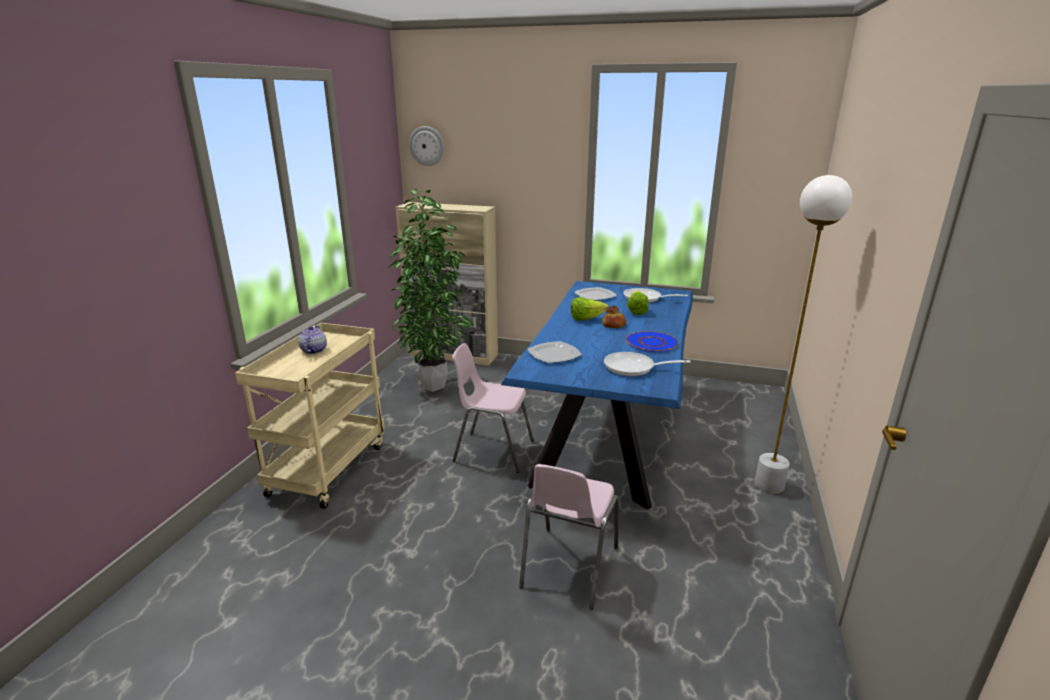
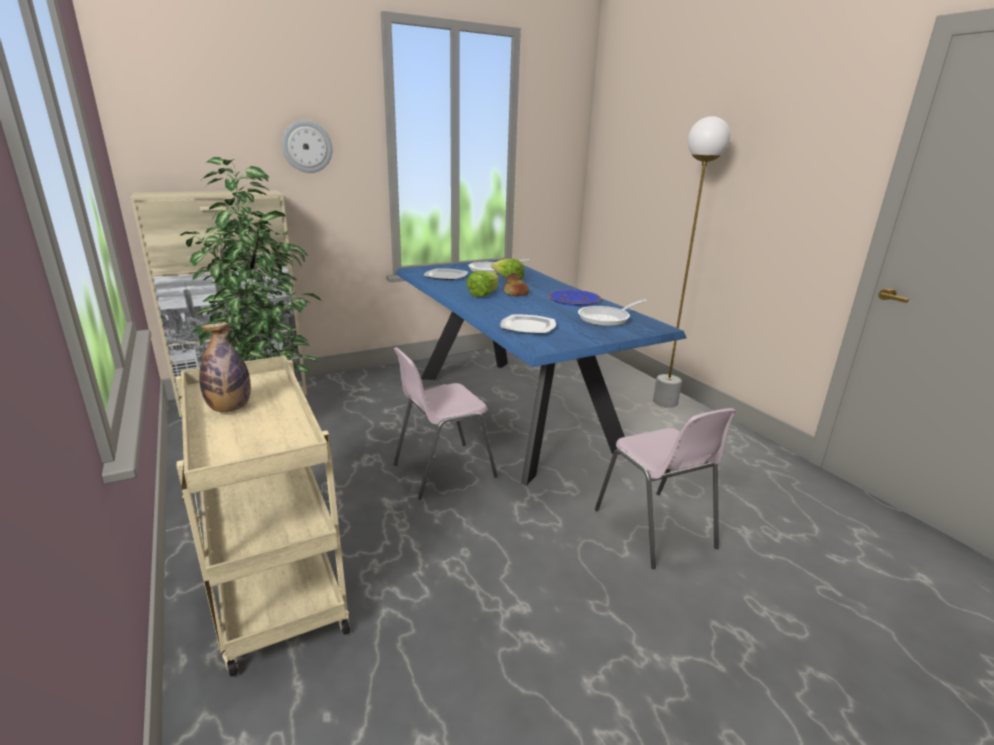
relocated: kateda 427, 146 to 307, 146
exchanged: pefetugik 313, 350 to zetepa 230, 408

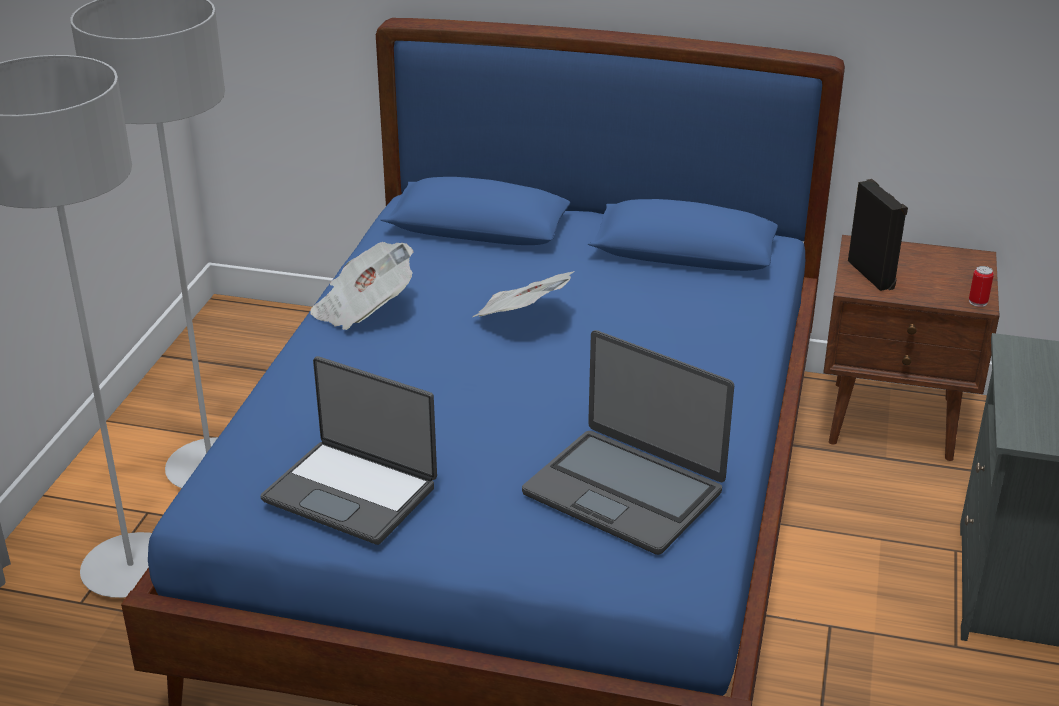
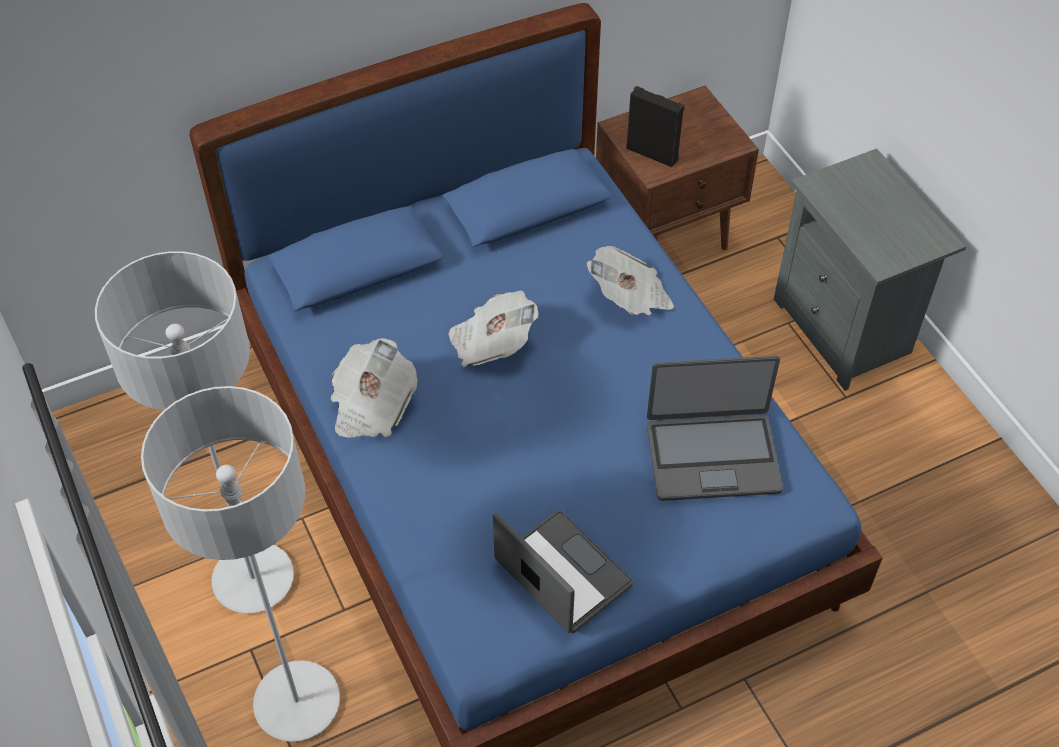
missing: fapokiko 978, 302
appeared: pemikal 630, 298
spun: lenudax 352, 492 = 561, 575 120 degrees counterclockwise

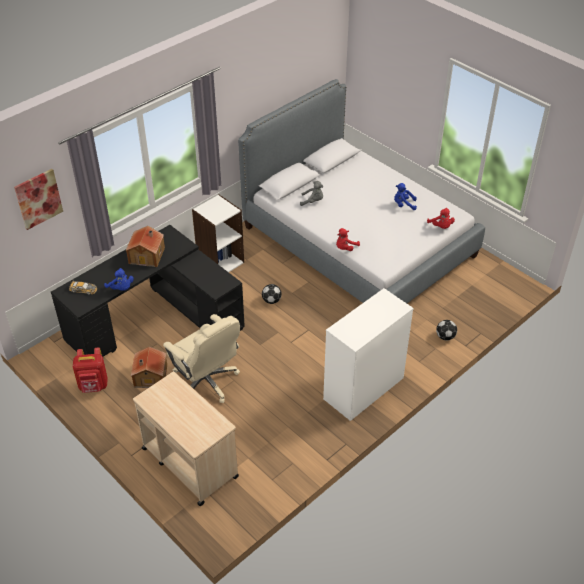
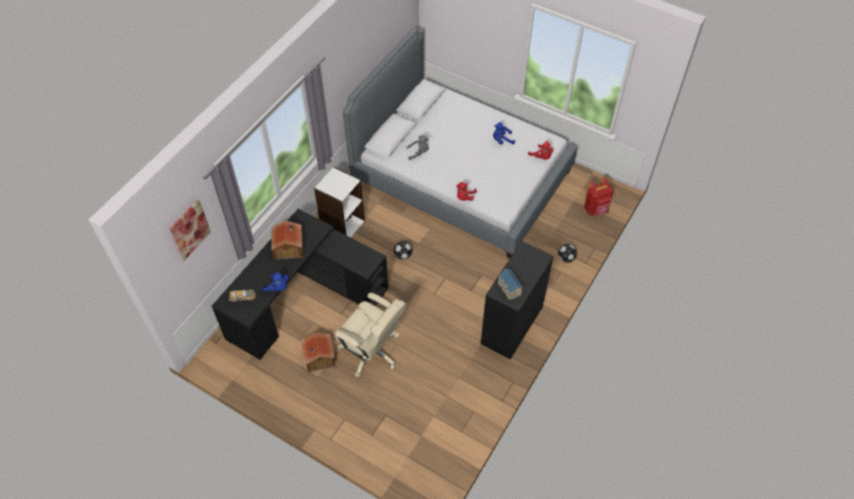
missing: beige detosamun 189, 462
appeared: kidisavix 508, 289
relocated: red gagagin 94, 386 to 596, 209
colour: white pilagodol 363, 388 to black pilagodol 511, 325

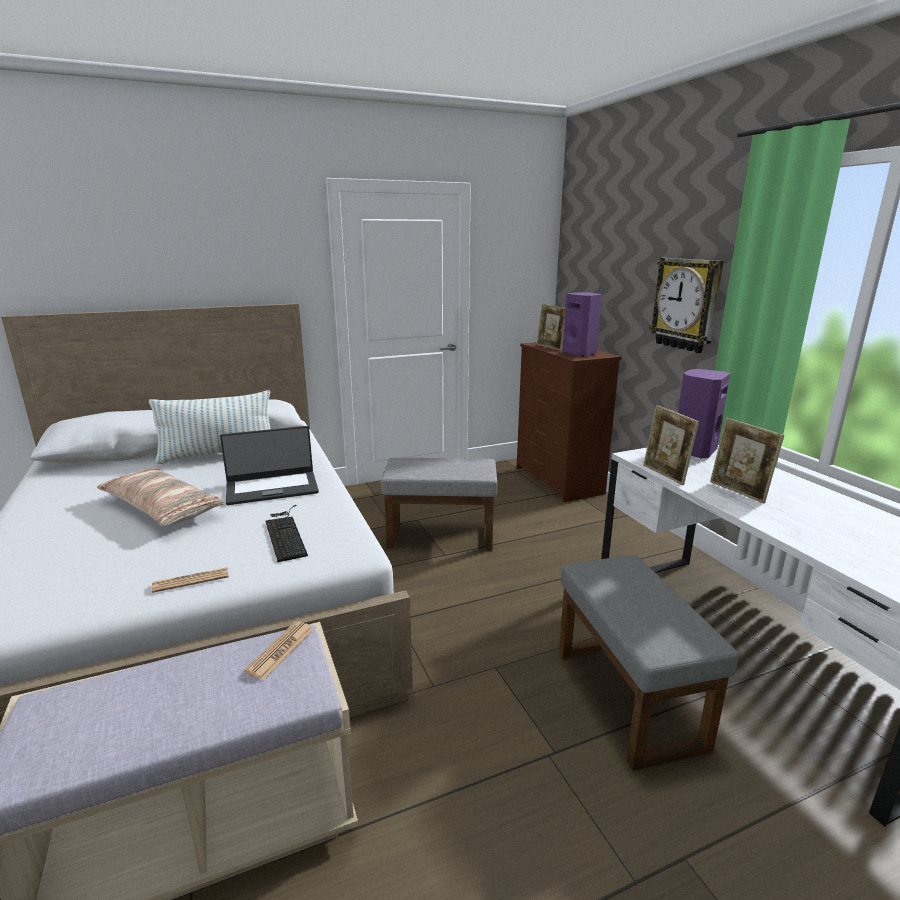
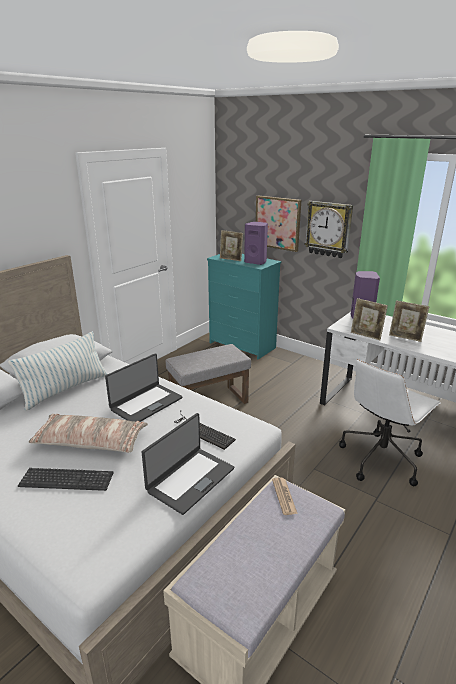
appeared: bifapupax 66, 480; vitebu 278, 223
exchanged: pemikal 191, 580 to lenudax 190, 479; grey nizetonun 625, 696 to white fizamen 381, 458
colour: brown pilagodol 558, 481 to turquoise pilagodol 242, 345

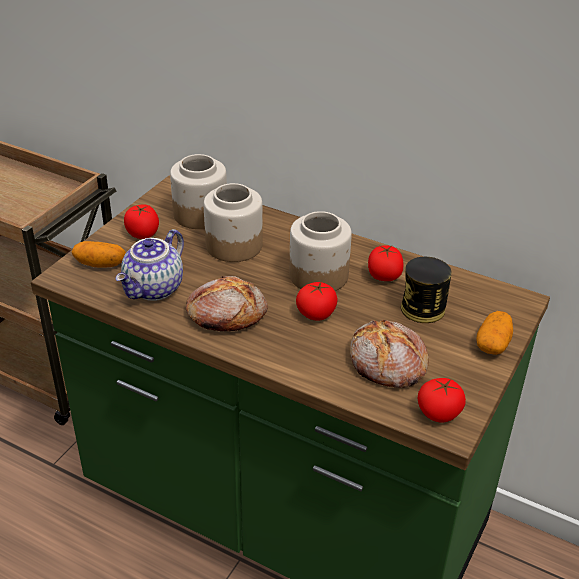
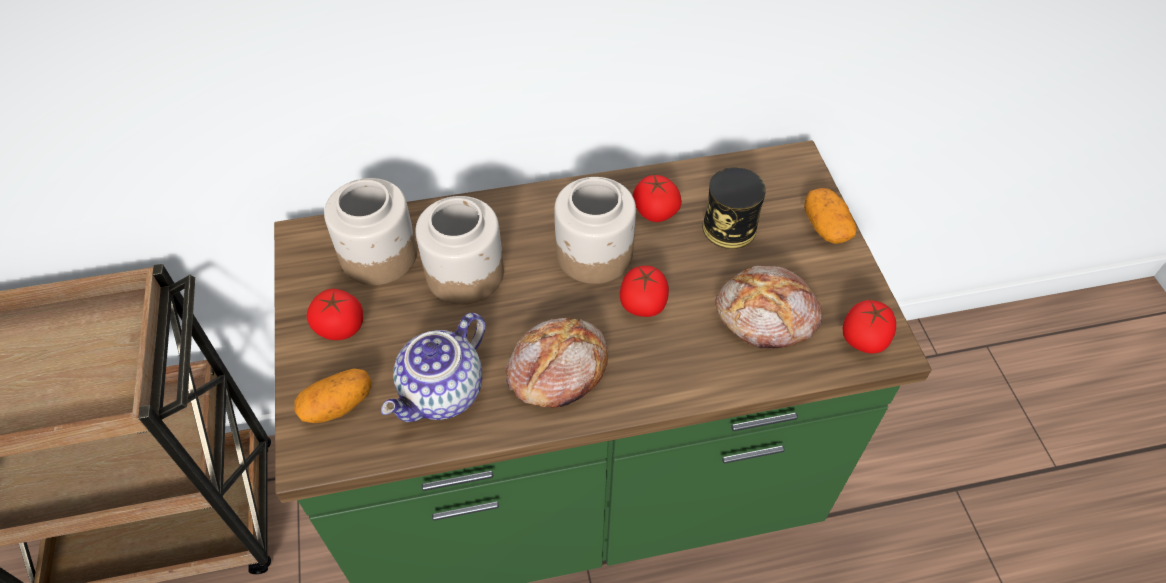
spun: pefetugik 155, 289 = 443, 394 45 degrees clockwise

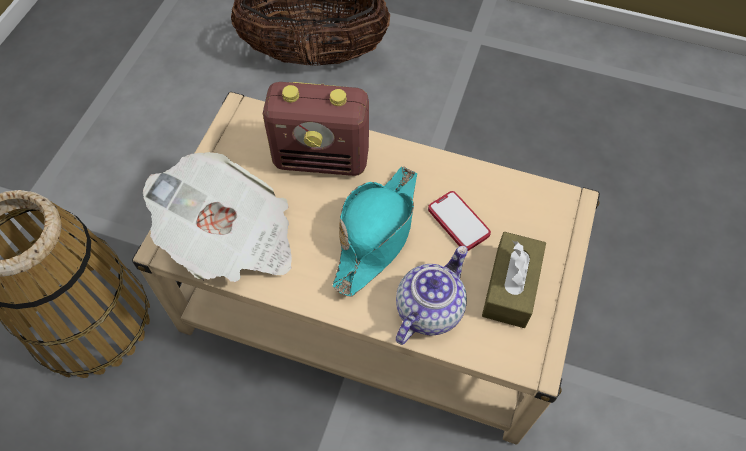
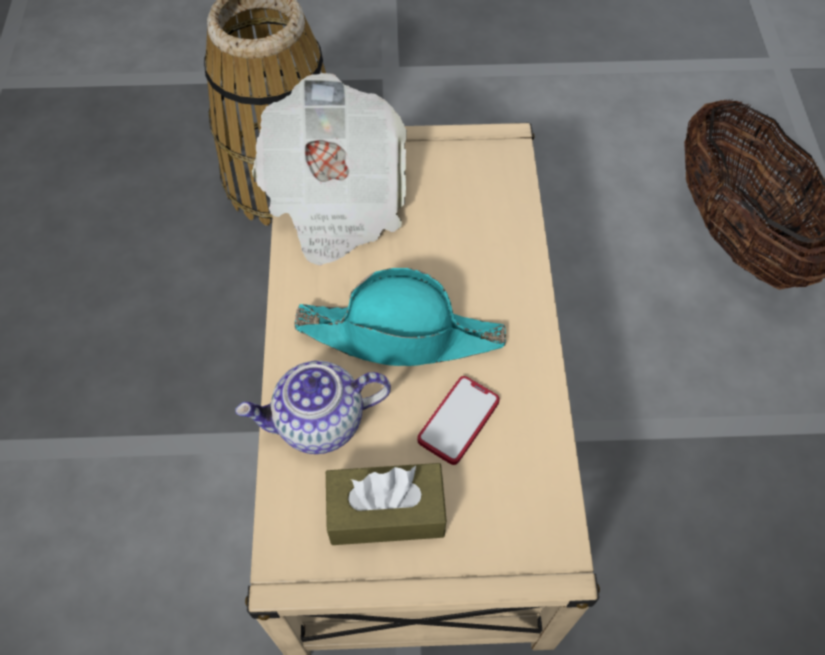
missing: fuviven 322, 158
spun: pefetugik 428, 309 = 319, 422 150 degrees clockwise

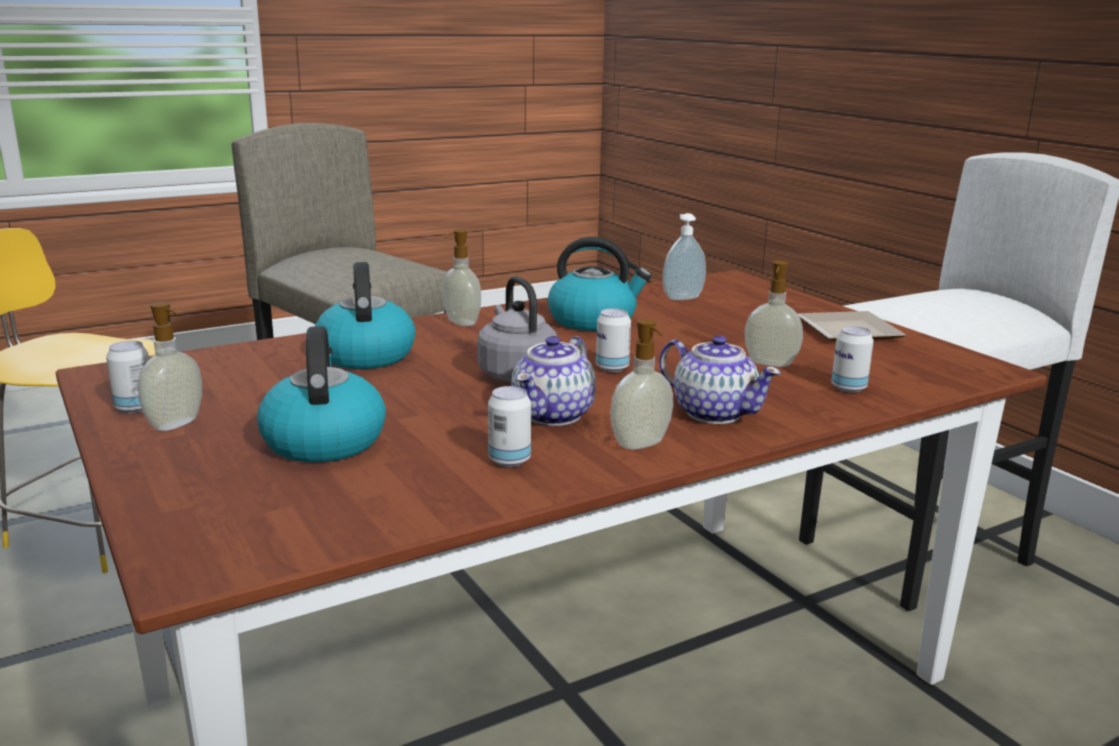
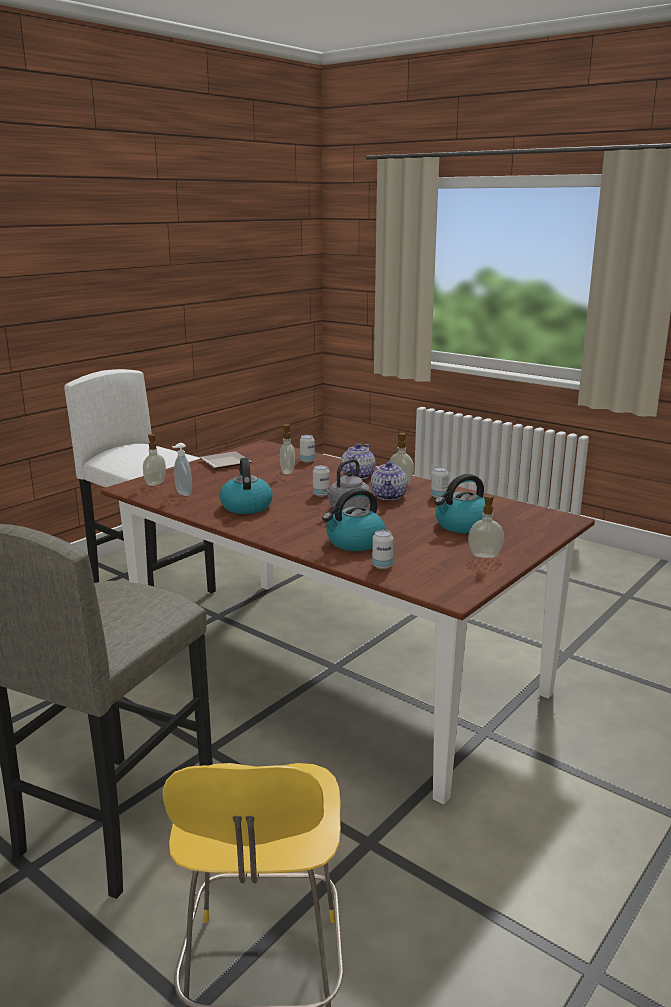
relocated: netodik 460, 323 to 156, 484; fapokiko 135, 408 to 382, 566
spun: pefetugik 553, 415 = 389, 496 90 degrees clockwise

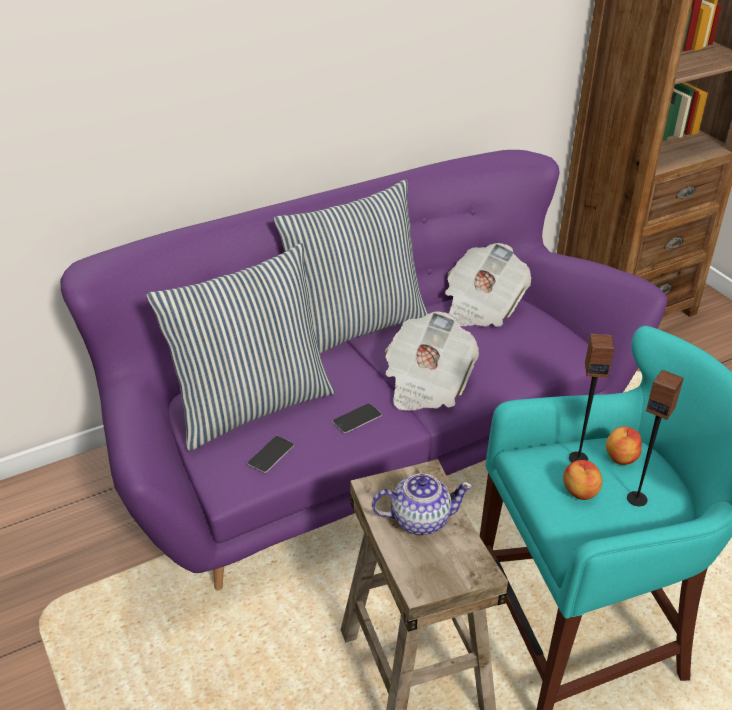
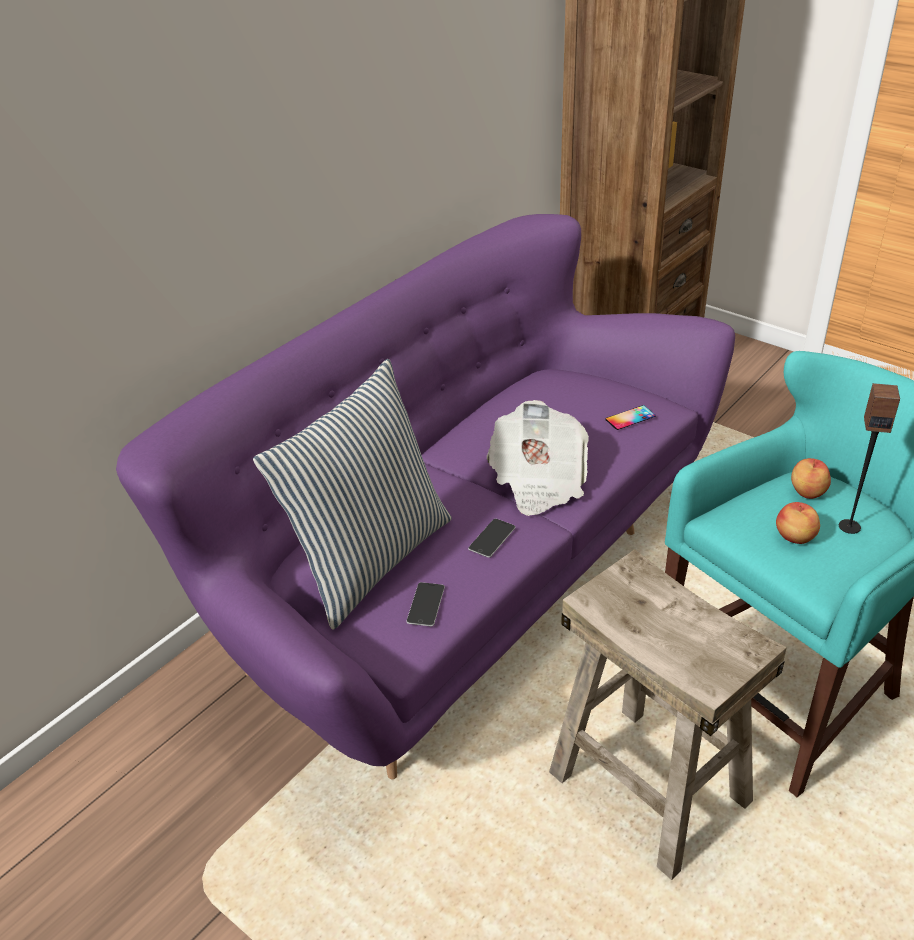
missing: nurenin 355, 326; pefetugik 419, 519; pemikal 482, 306; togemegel 578, 458
appeared: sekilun 630, 418

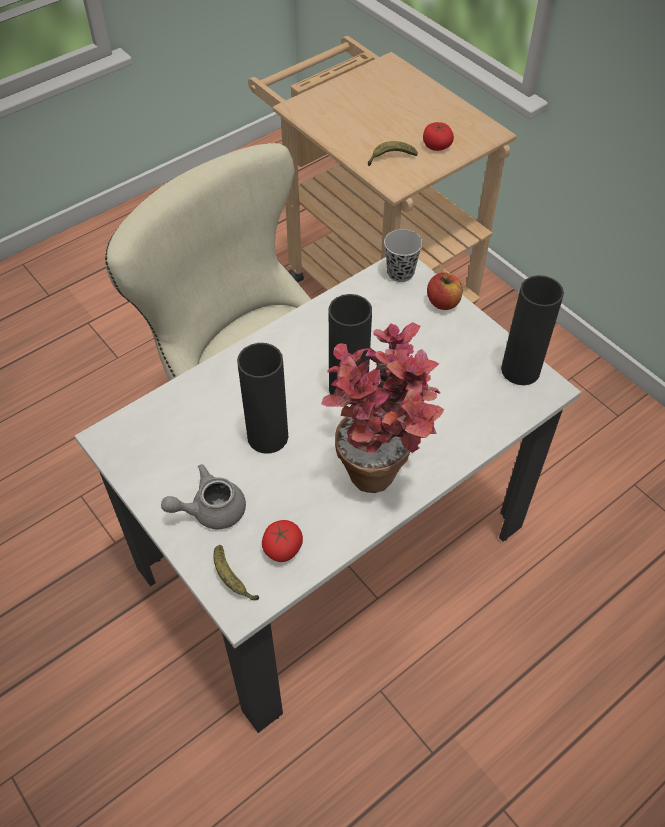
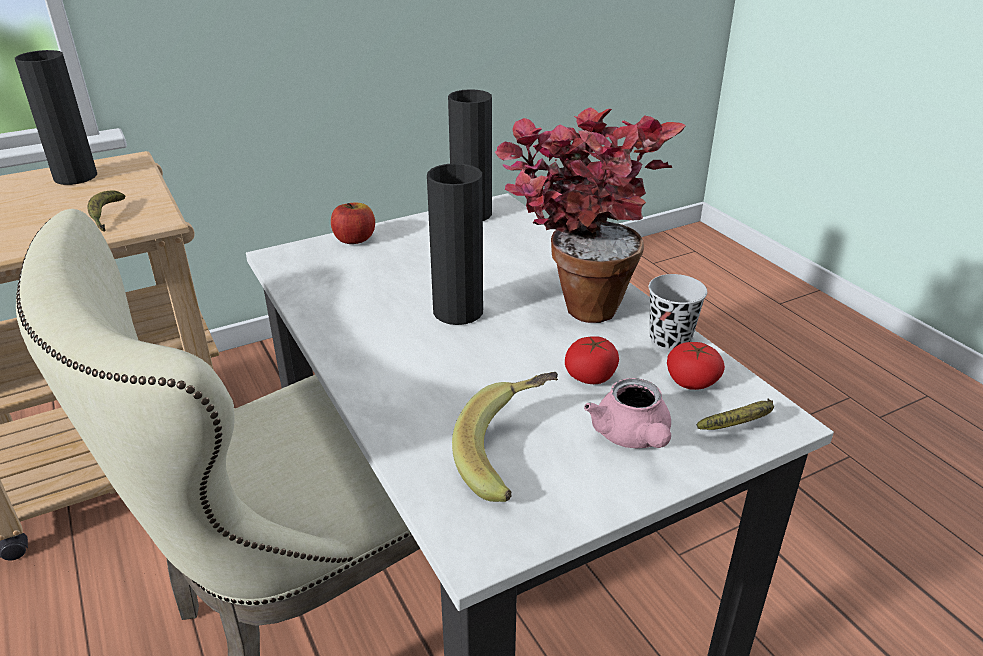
appeared: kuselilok 512, 456
relocated: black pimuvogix 267, 437 to 75, 176; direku 436, 146 to 590, 375; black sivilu 400, 273 to 669, 341
colour: grey pefetugik 210, 510 to pink pefetugik 633, 437

